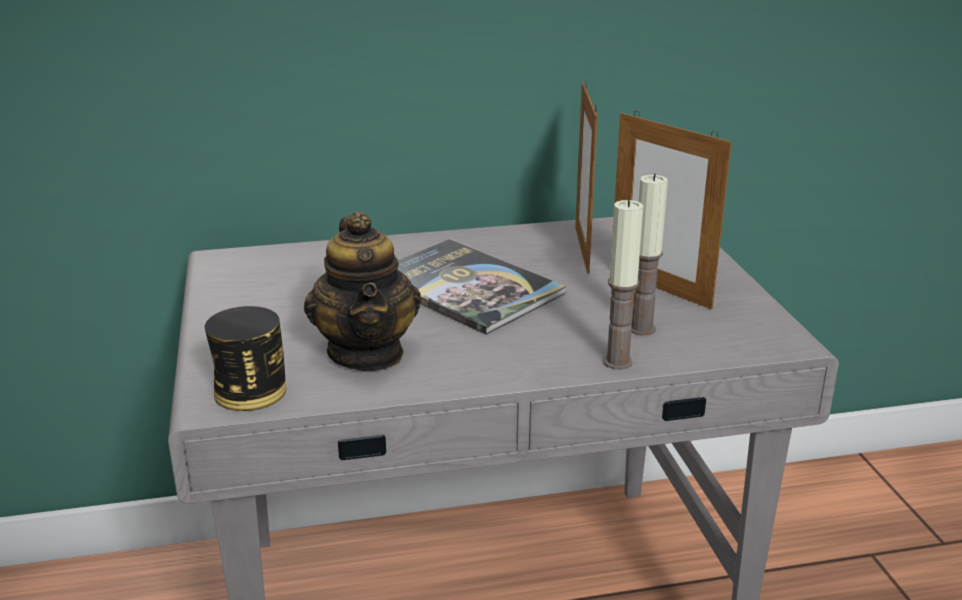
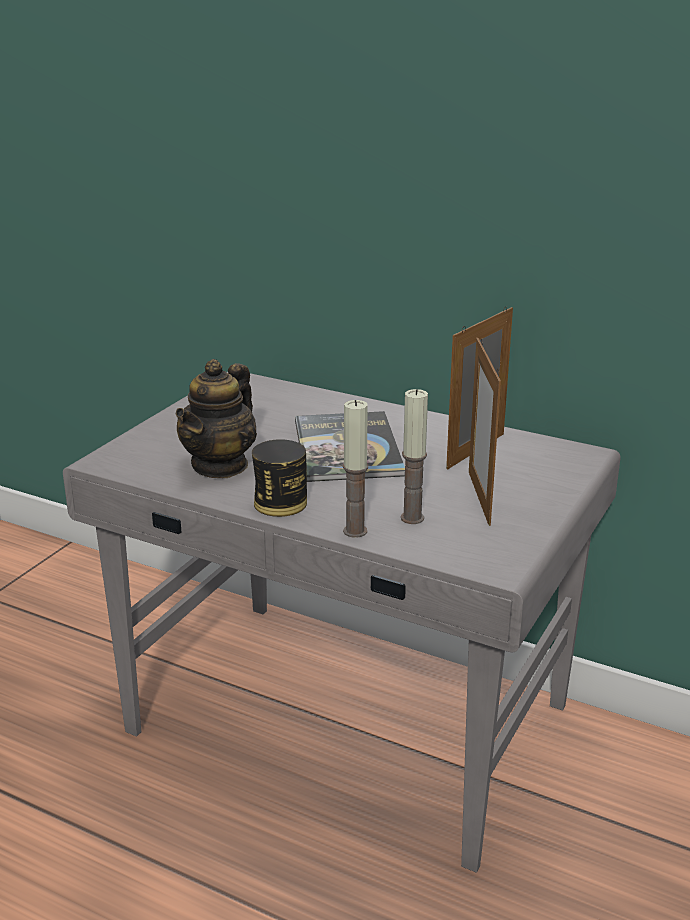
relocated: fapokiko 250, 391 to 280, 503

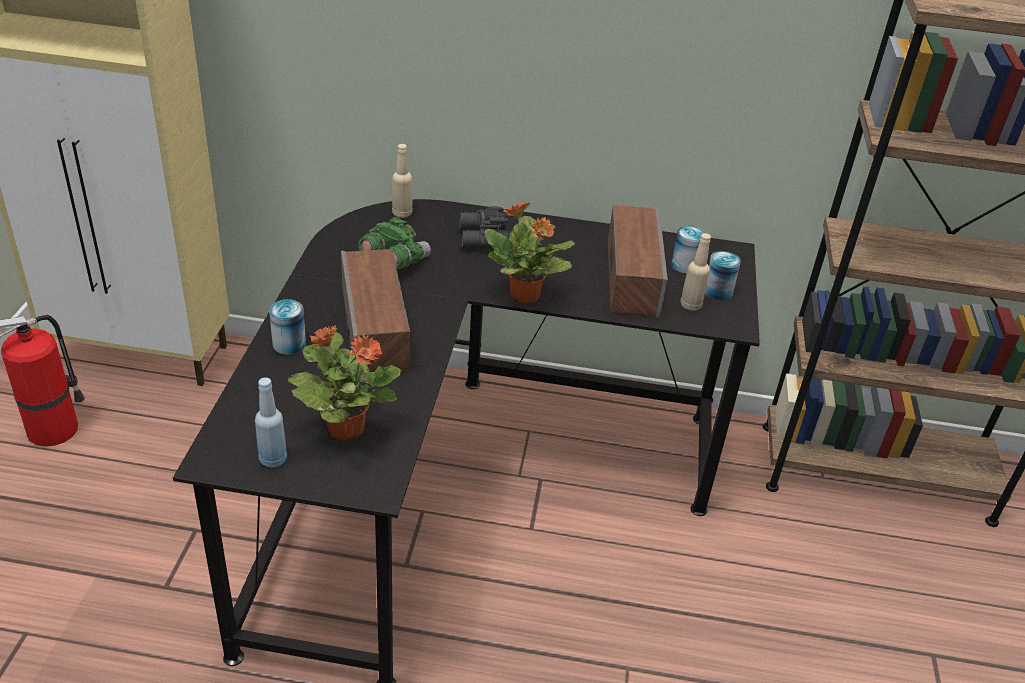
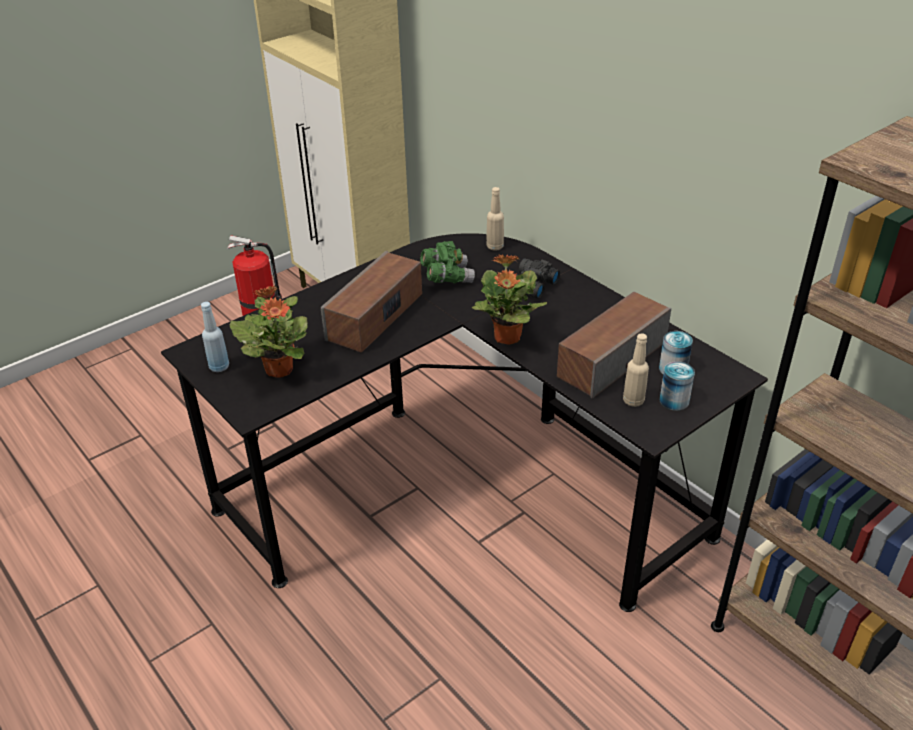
missing: fapokiko 289, 344

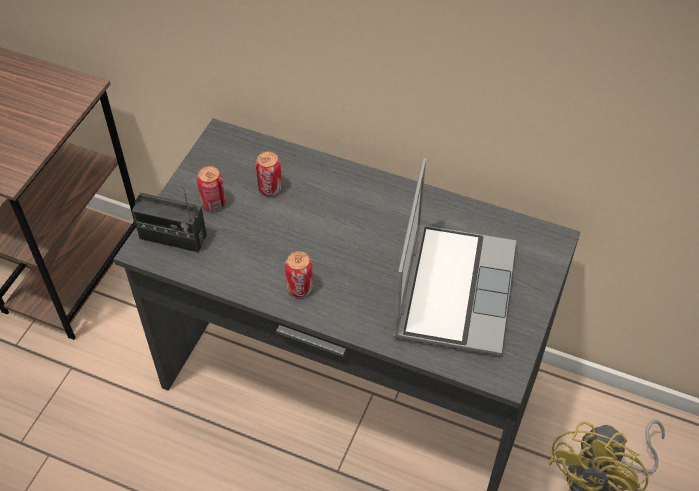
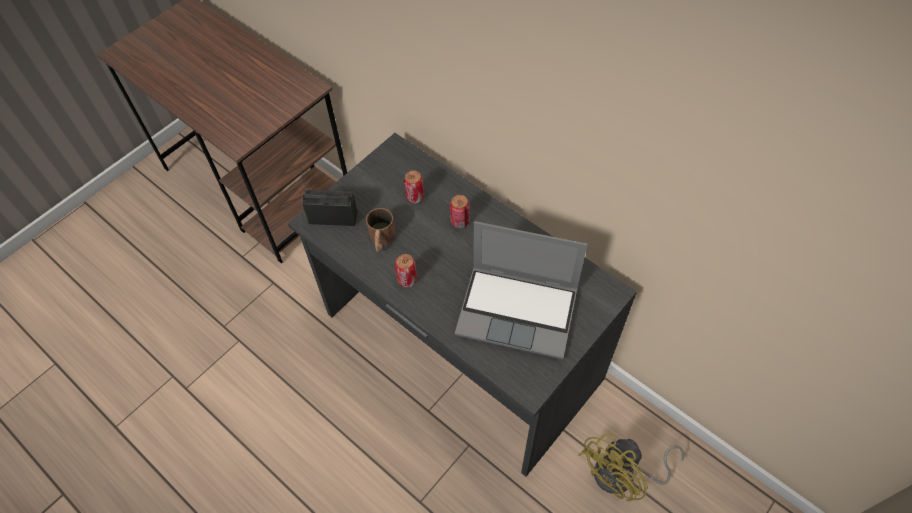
appeared: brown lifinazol 381, 239
relocated: fapokiko 213, 203 to 460, 221
spun: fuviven 173, 237 = 333, 217 150 degrees clockwise; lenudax 453, 289 = 519, 311 75 degrees clockwise

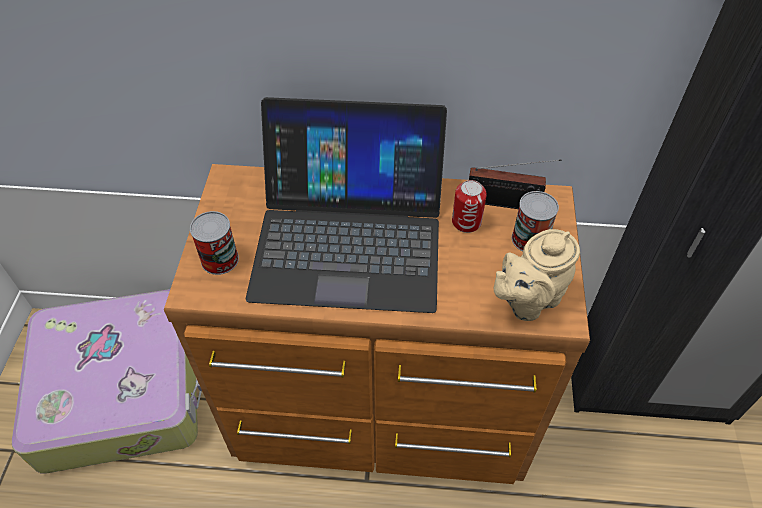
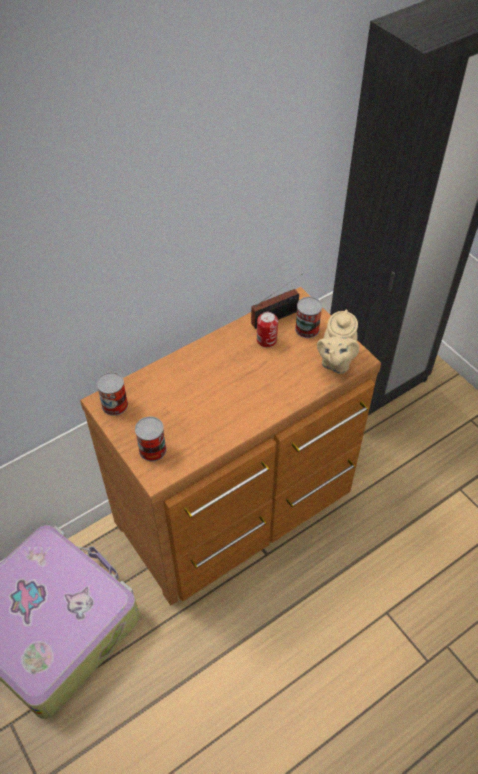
missing: lenudax 349, 237
appeared: fapokiko 114, 405

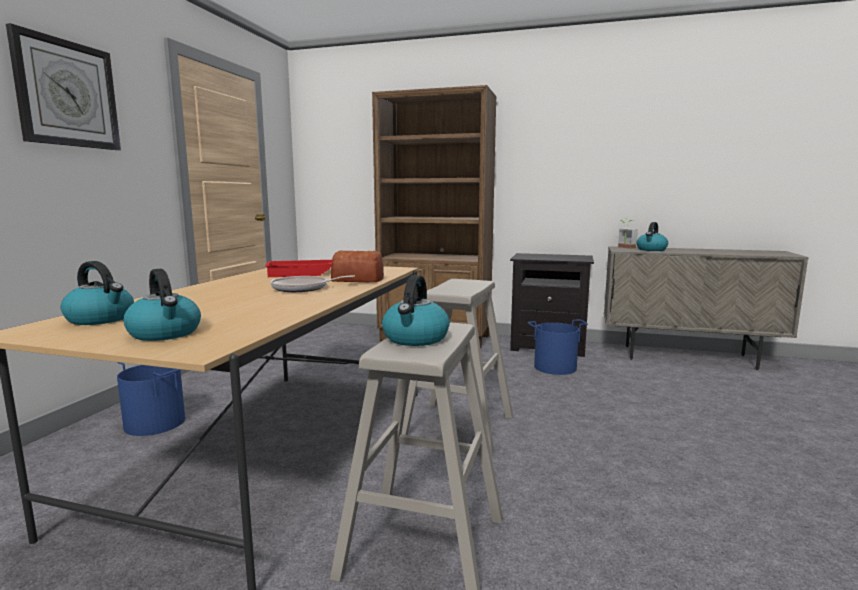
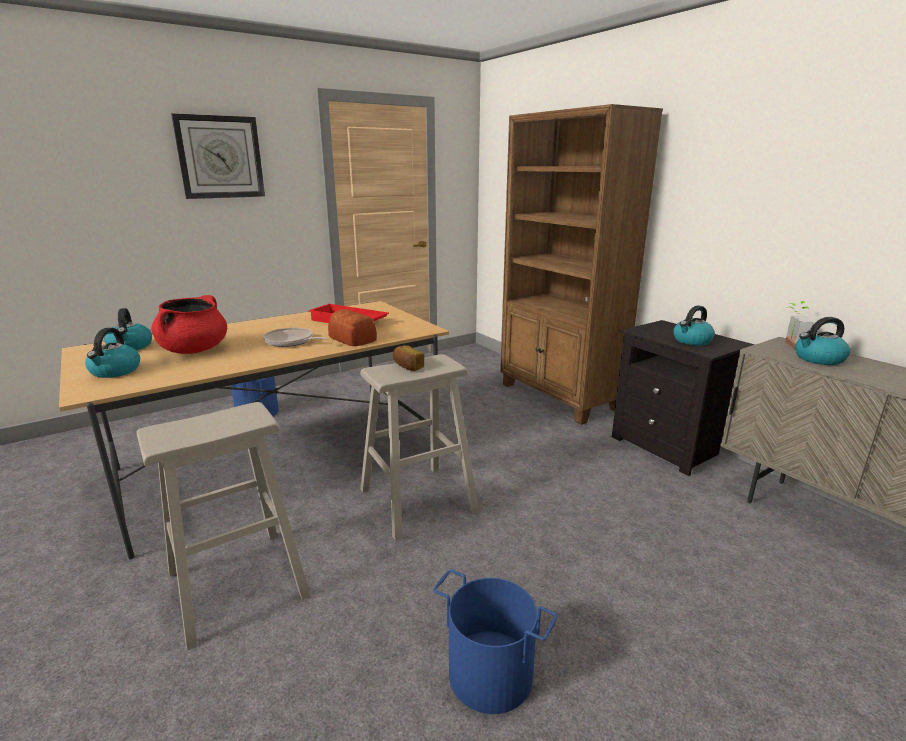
appeared: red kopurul 194, 350; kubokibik 407, 366
relocated: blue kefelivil 555, 367 to 490, 675; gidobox 415, 339 to 692, 341

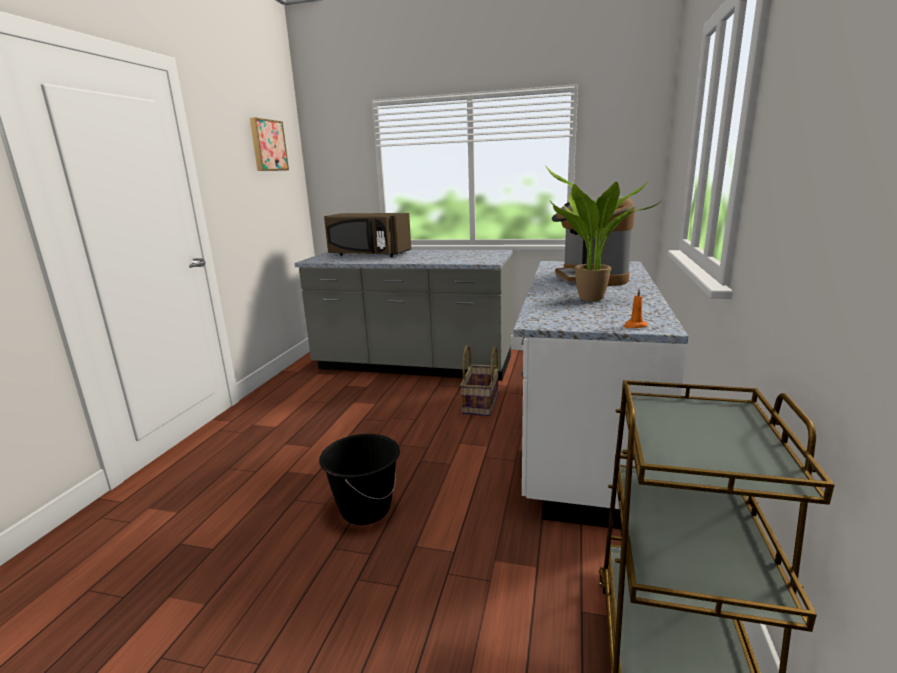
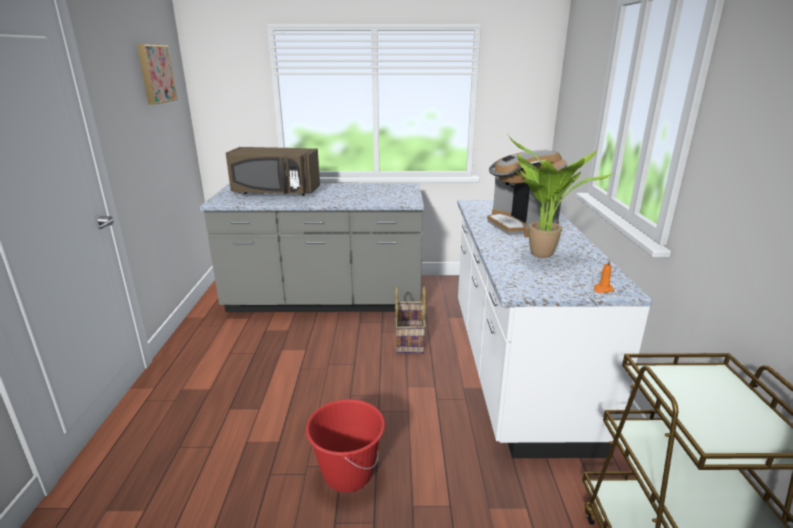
colour: black kefelivil 365, 509 to red kefelivil 347, 474

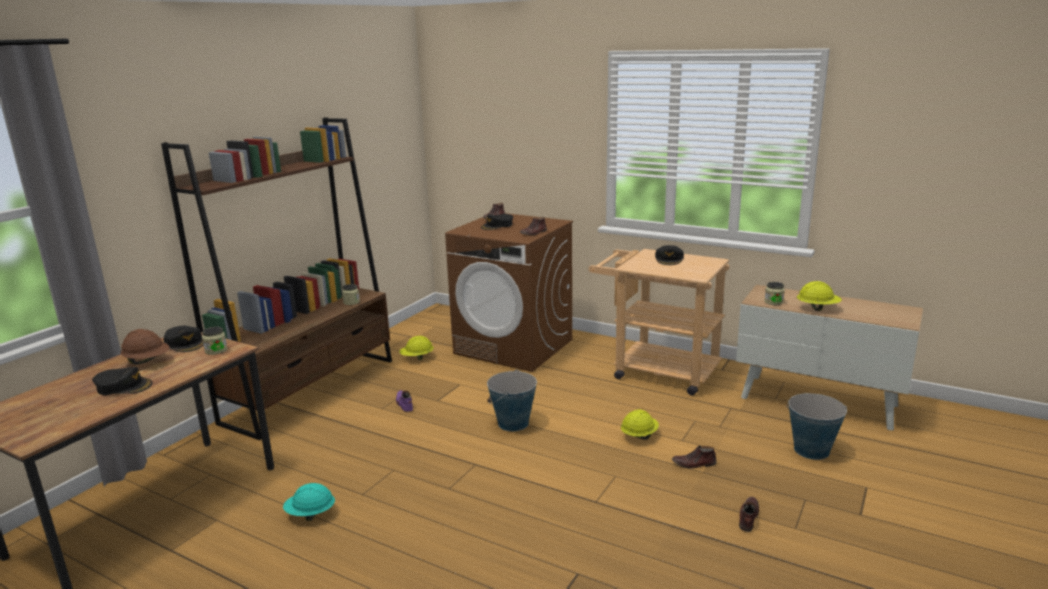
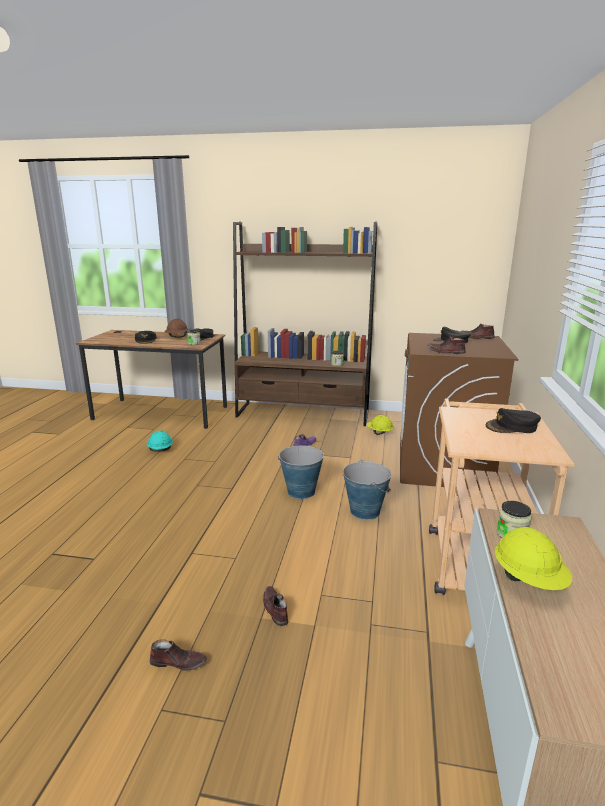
missing: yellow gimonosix 639, 435
relocated: kefelivil 811, 450 to 365, 511

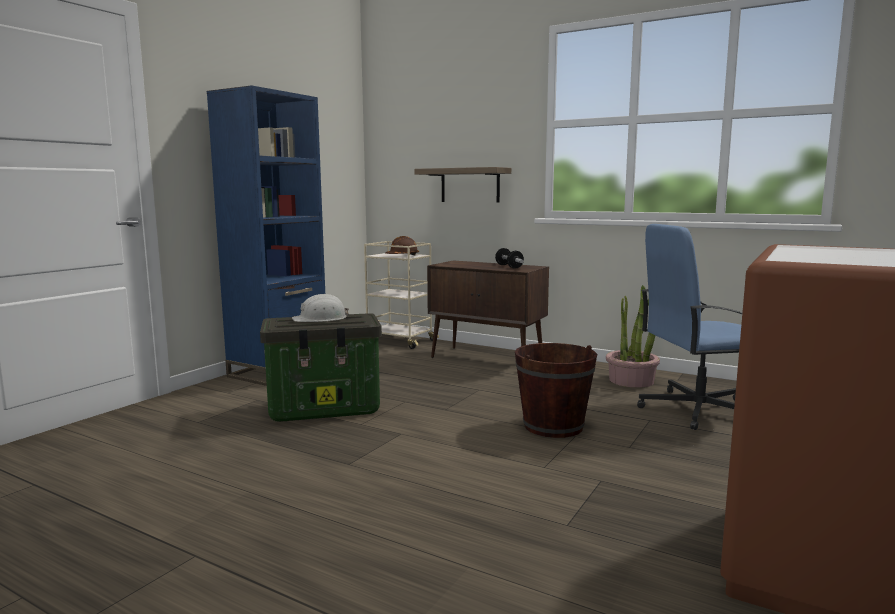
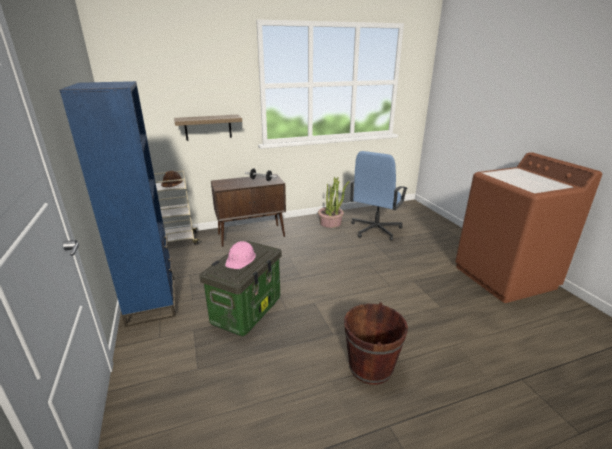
relocated: brown kefelivil 553, 426 to 370, 367
colour: white gimonosix 320, 319 to pink gimonosix 241, 259

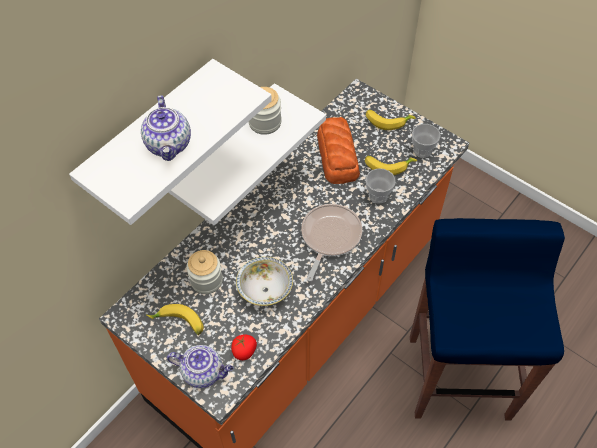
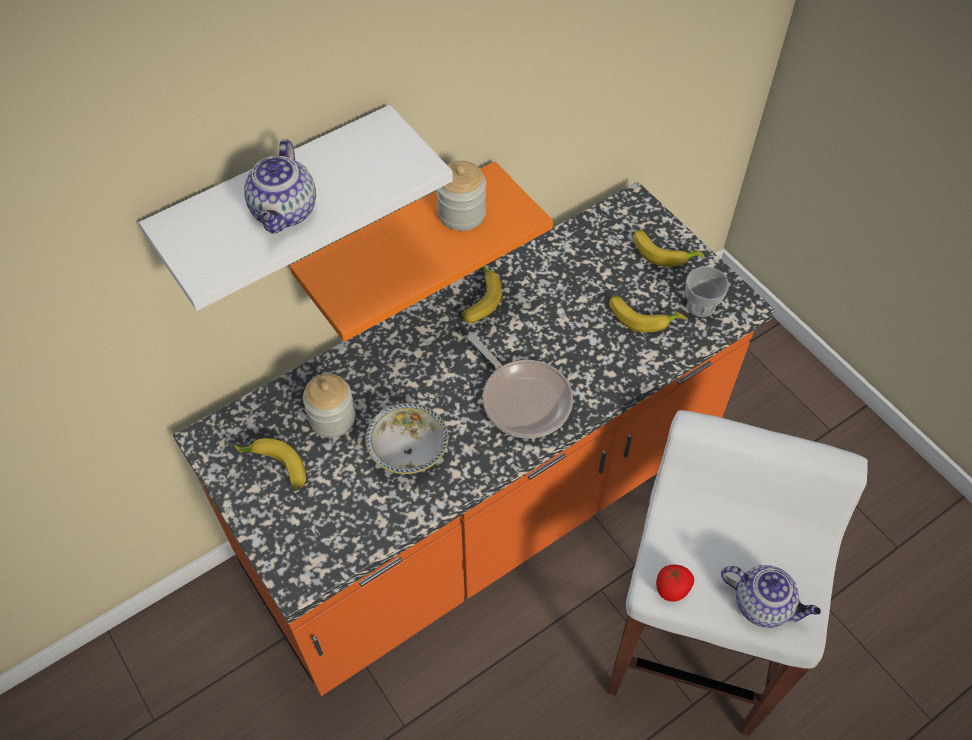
missing: kubokibik 337, 156; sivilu 378, 195
appeared: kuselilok 478, 298
relocated: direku 244, 351 to 672, 588; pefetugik 204, 372 to 763, 604
colour: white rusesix 222, 149 to orange rusesix 398, 240; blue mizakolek 458, 375 to white mizakolek 691, 648
spun: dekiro 329, 237 = 523, 399 105 degrees clockwise

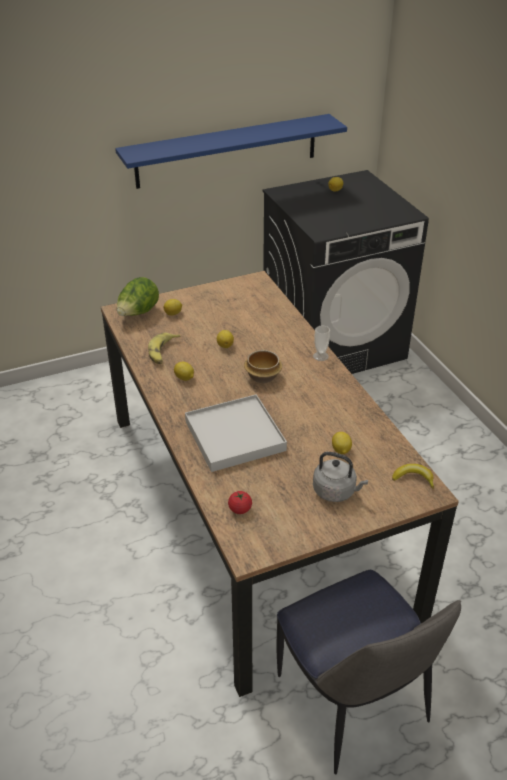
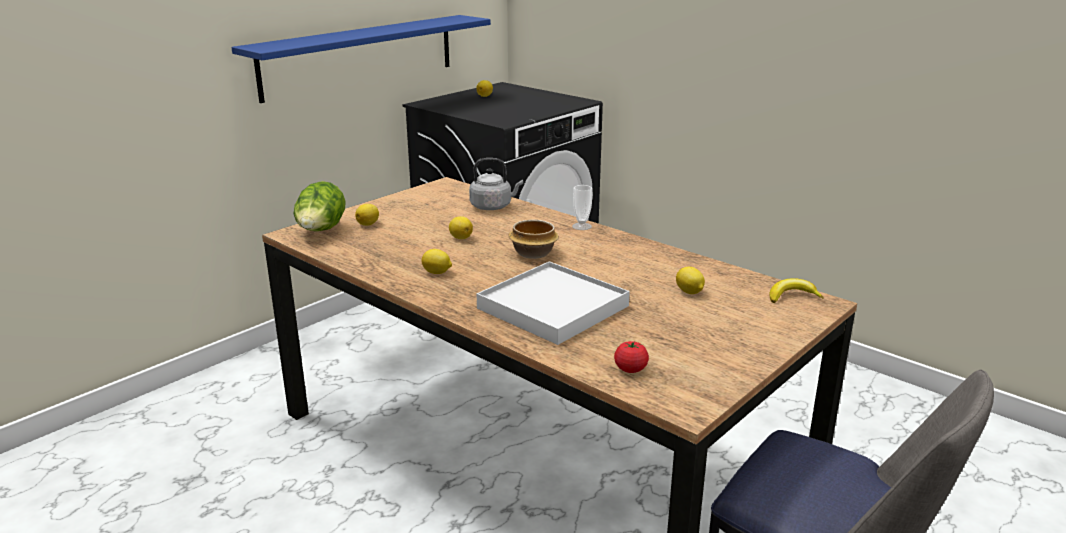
missing: kuselilok 163, 352
relocated: grey gidobox 336, 491 to 493, 207

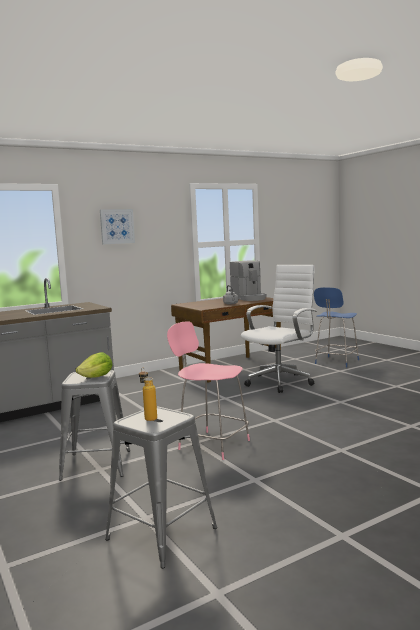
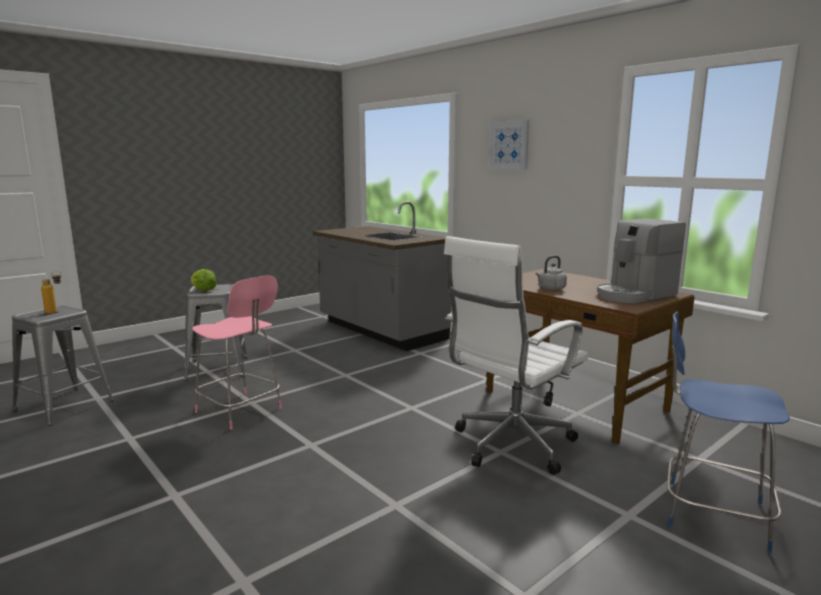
spun: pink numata 212, 444 = 240, 411 105 degrees clockwise; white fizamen 281, 381 = 510, 446 105 degrees clockwise

